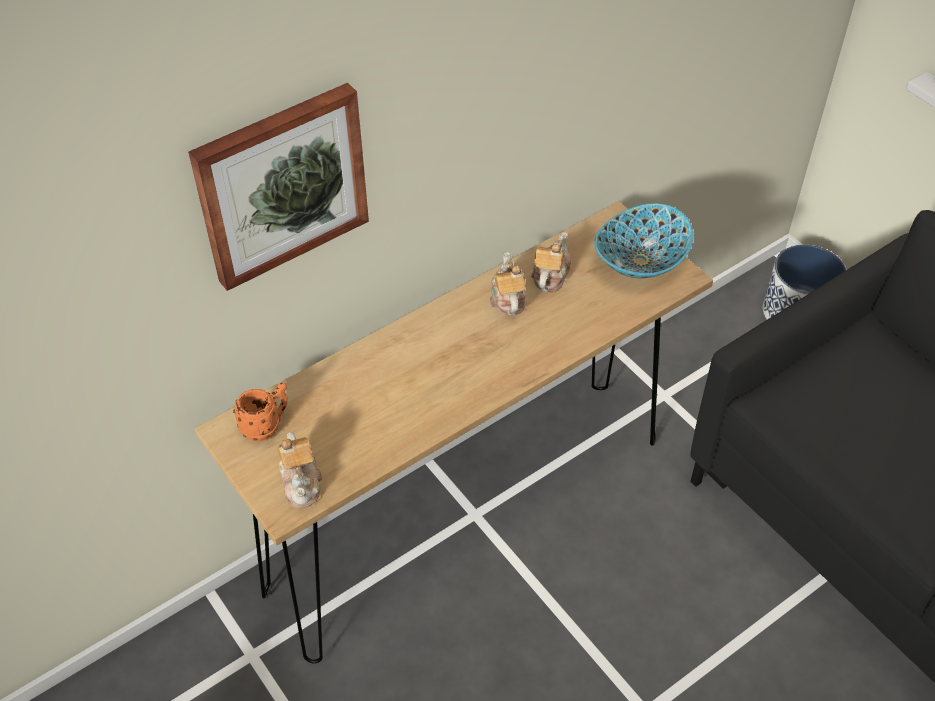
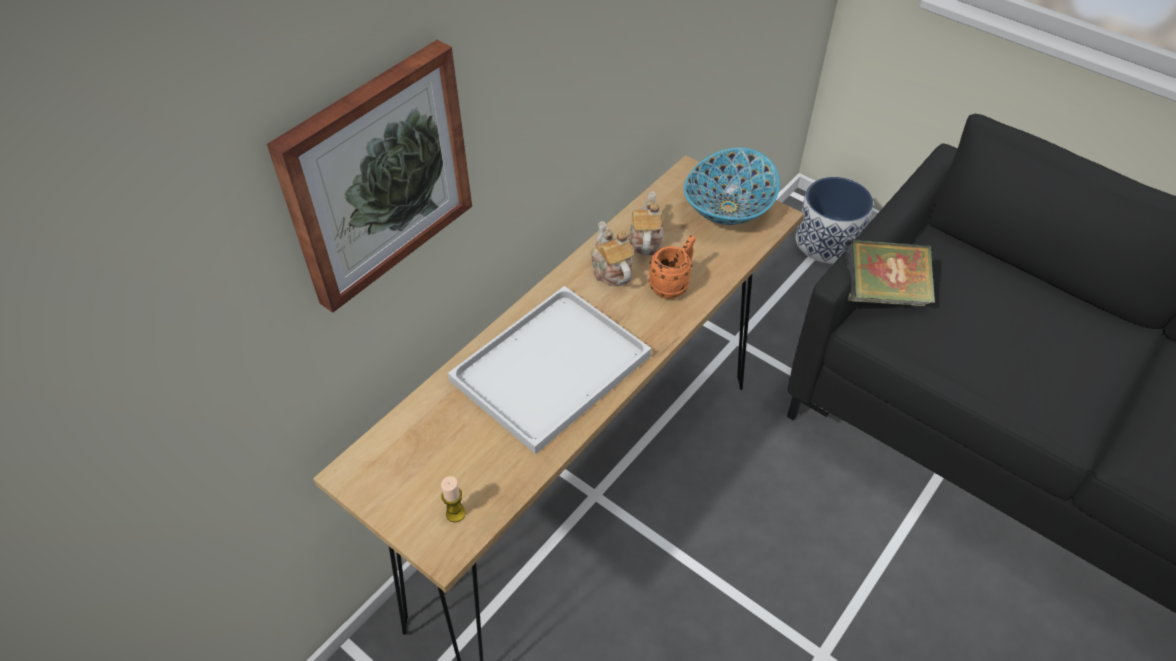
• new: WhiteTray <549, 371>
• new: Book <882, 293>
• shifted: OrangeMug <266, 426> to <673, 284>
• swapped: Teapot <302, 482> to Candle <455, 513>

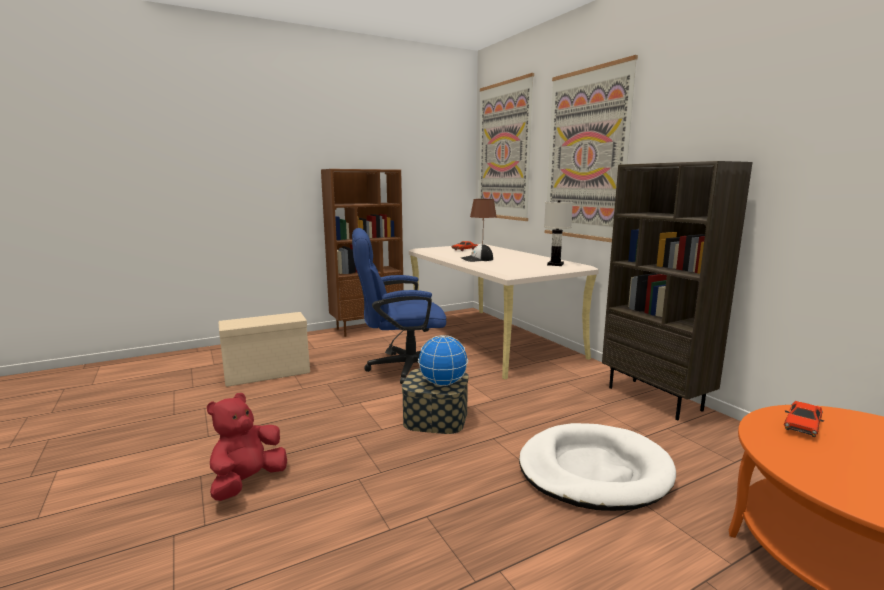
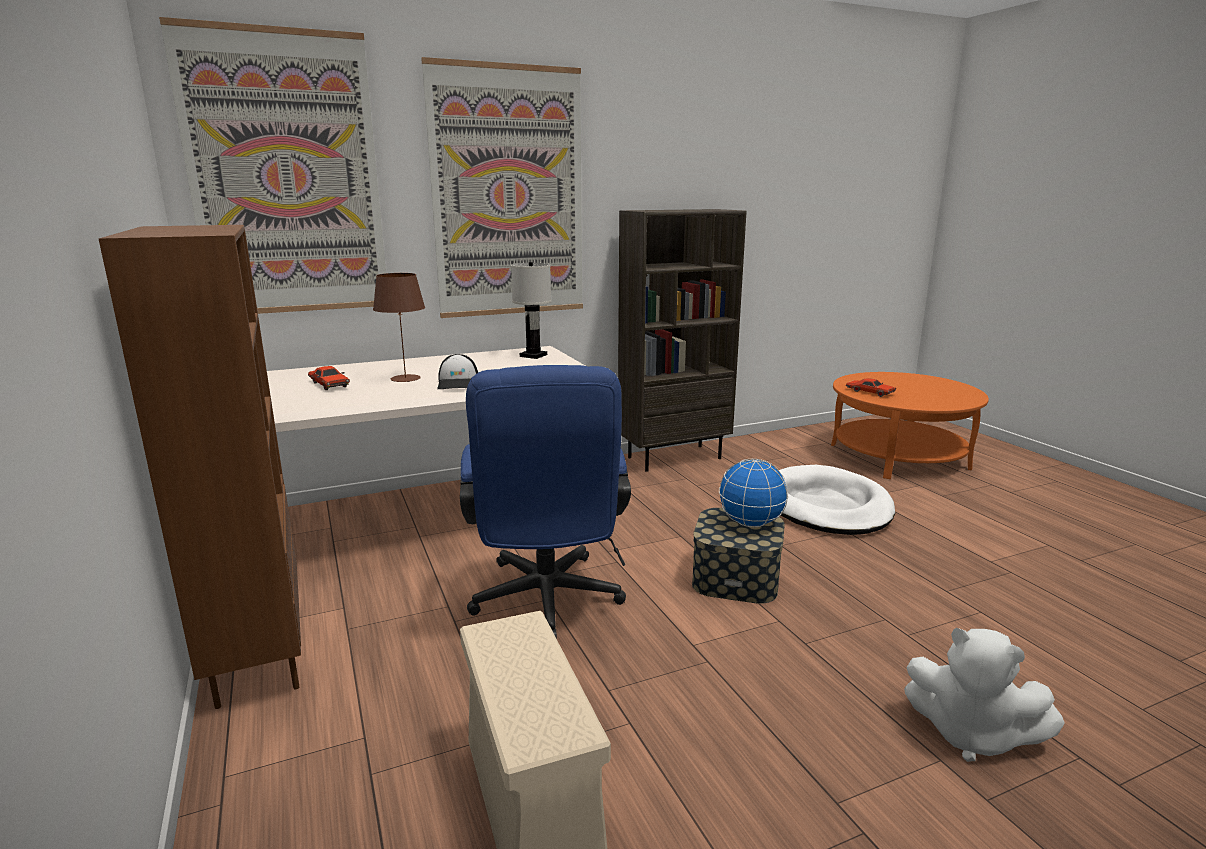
• repainted: RedPlushToy <248, 482> to WhitePlushToy <970, 735>

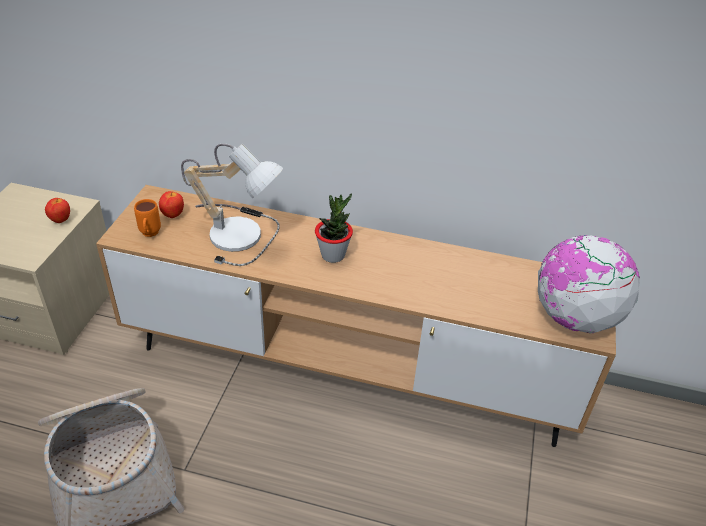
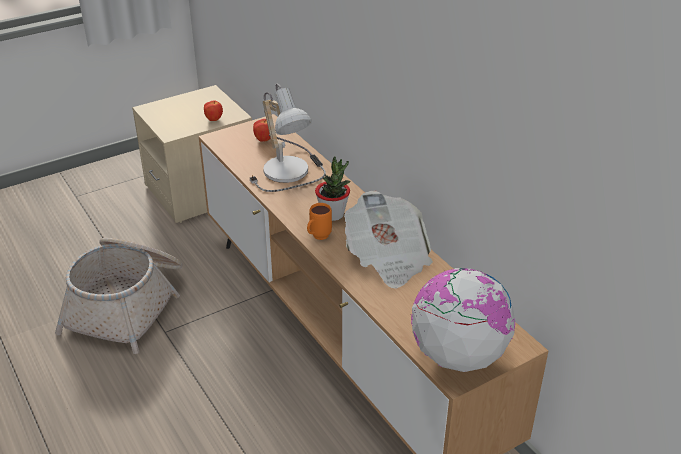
• new: Newspaper <387, 258>
• shifted: OrangeMug <149, 235> to <317, 237>

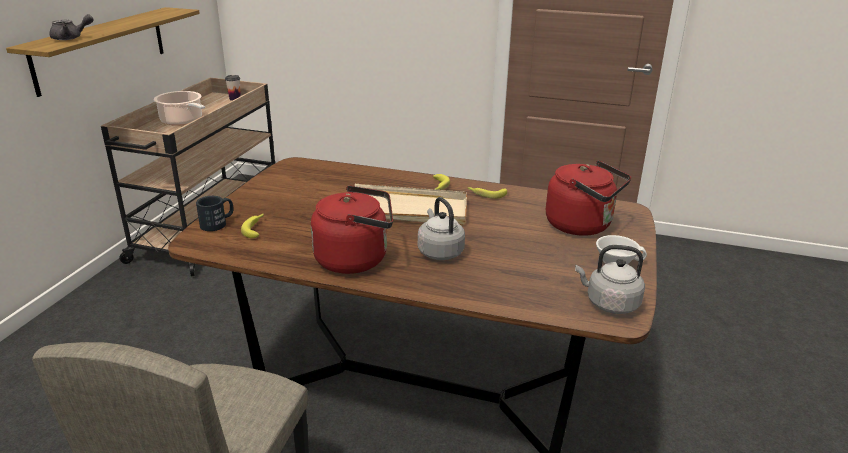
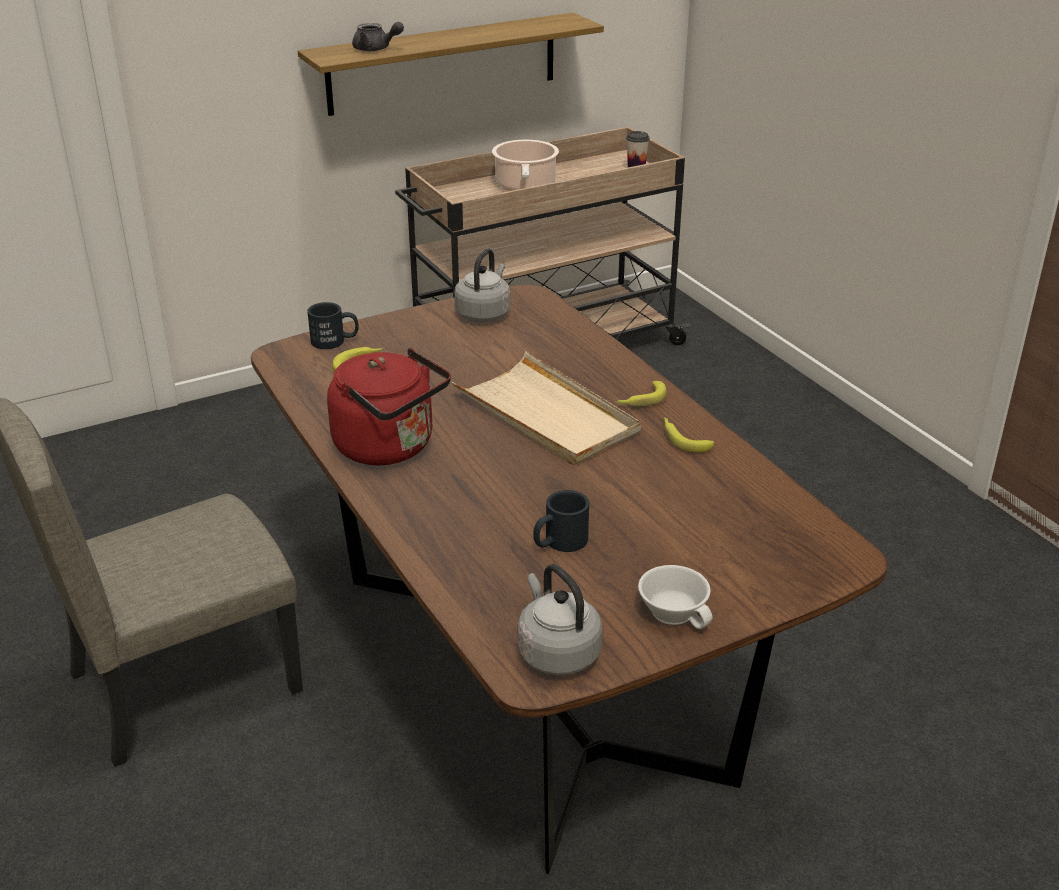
• gone: RedKettle <582, 226>
• new: BlackMug <559, 543>
• shifted: GreyKettle <439, 251> to <484, 313>

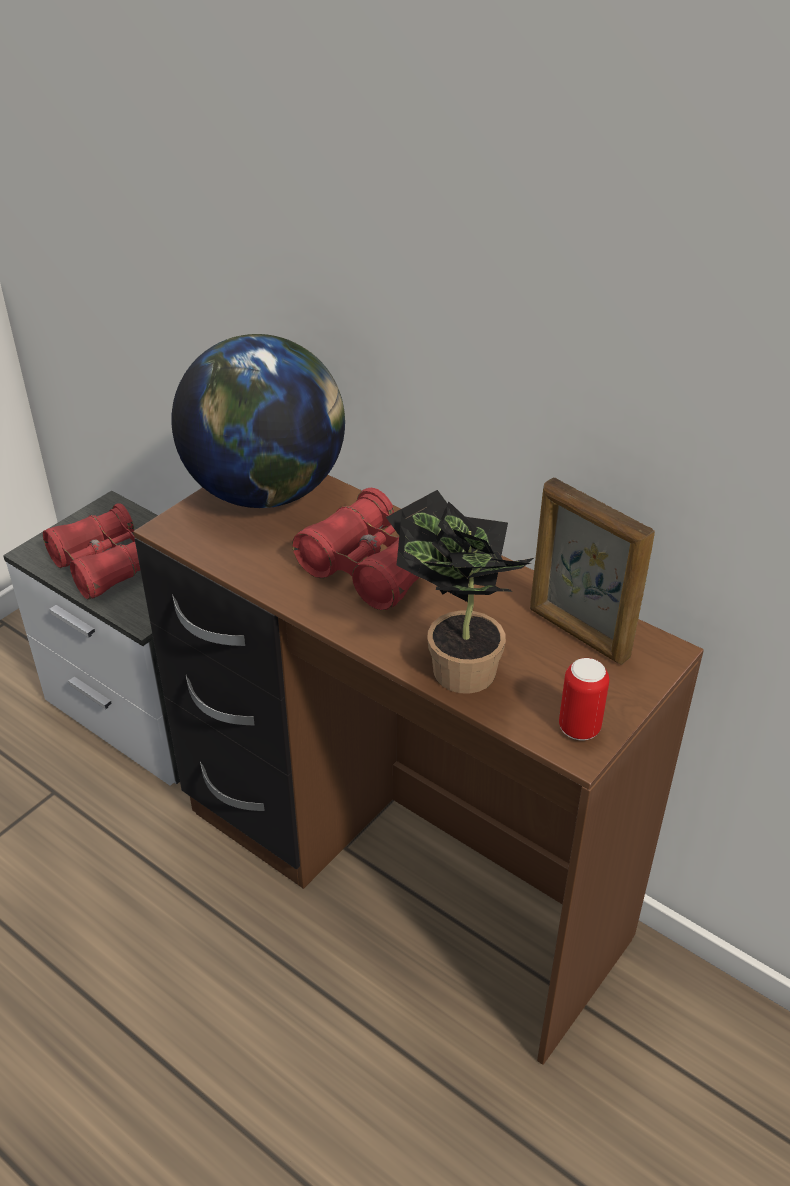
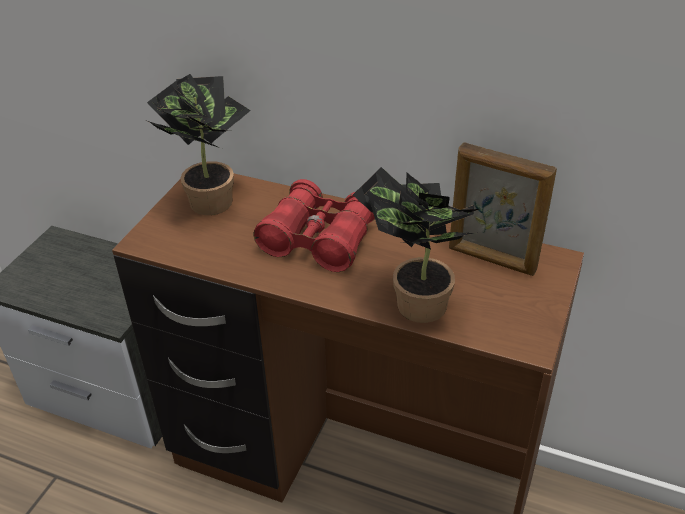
• gone: RedBinoculars <105, 565>
• gone: Can <579, 728>
• swapped: Globe <266, 491> to PottedPlant <209, 198>

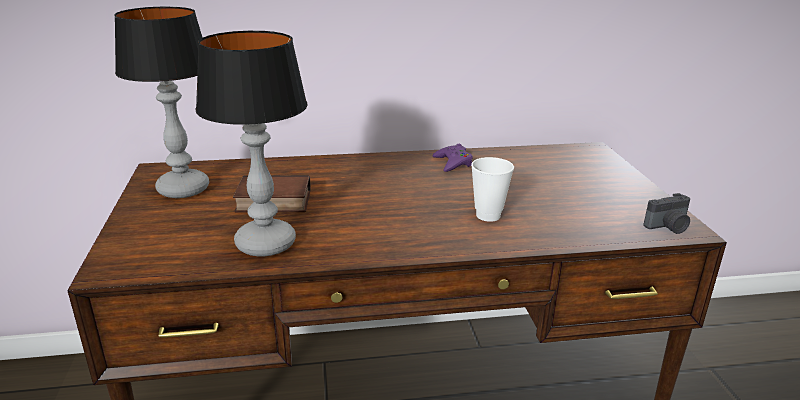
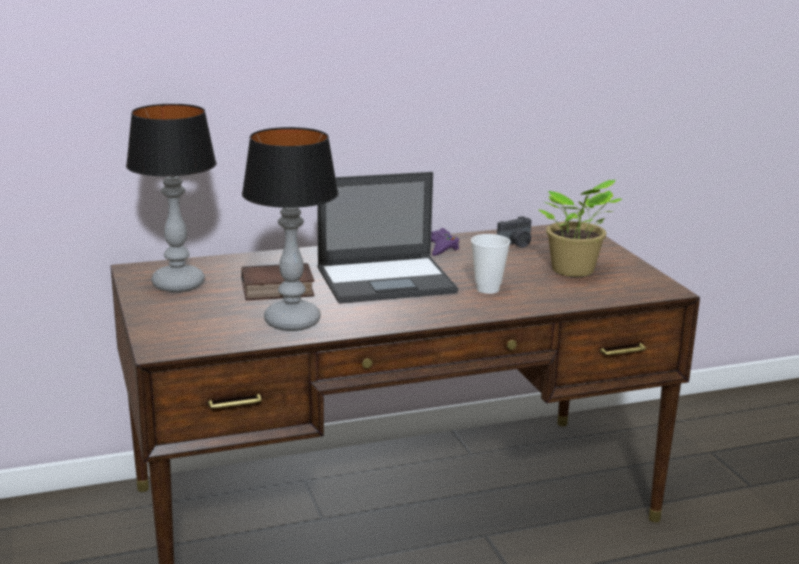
• new: Laptop <387, 280>
• new: PottedPlant <574, 271>
• shifted: PhotoCamera <668, 227> to <516, 244>

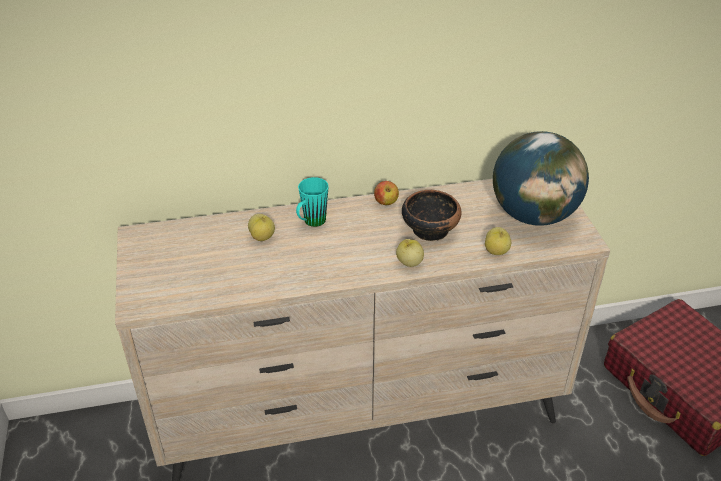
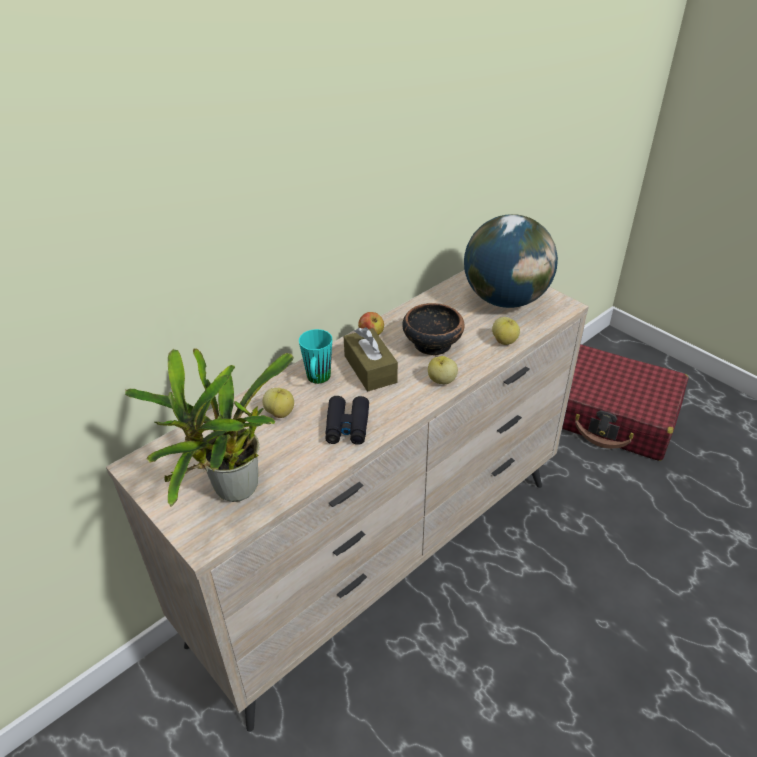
• new: PottedPlant <231, 493>
• new: BlackBinoculars <347, 426>
• new: BrownTissueBox <370, 369>

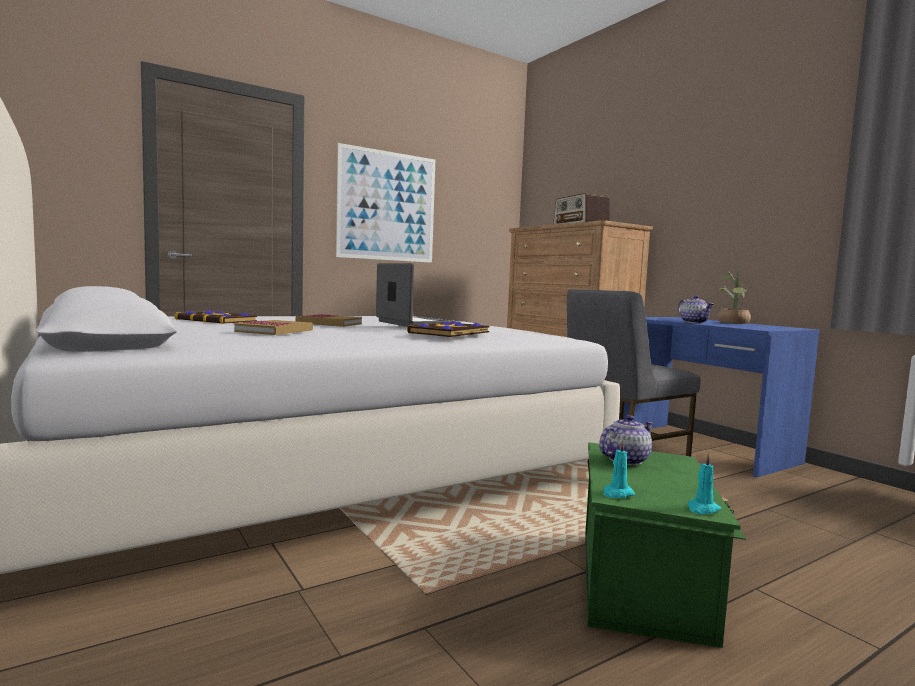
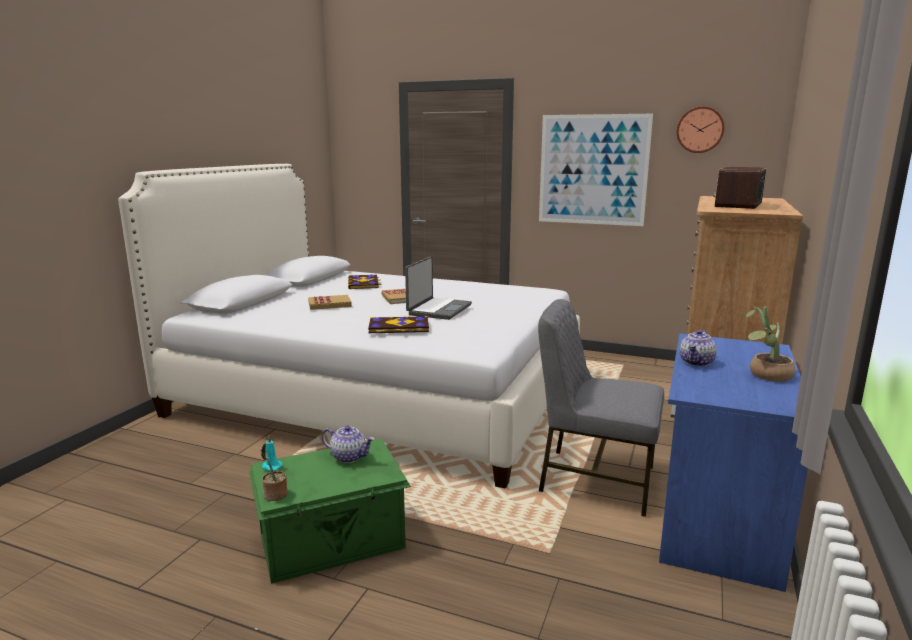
• new: WallClock <700, 130>
• swapped: TurquoiseCandle <702, 509> to PottedPlant <274, 495>

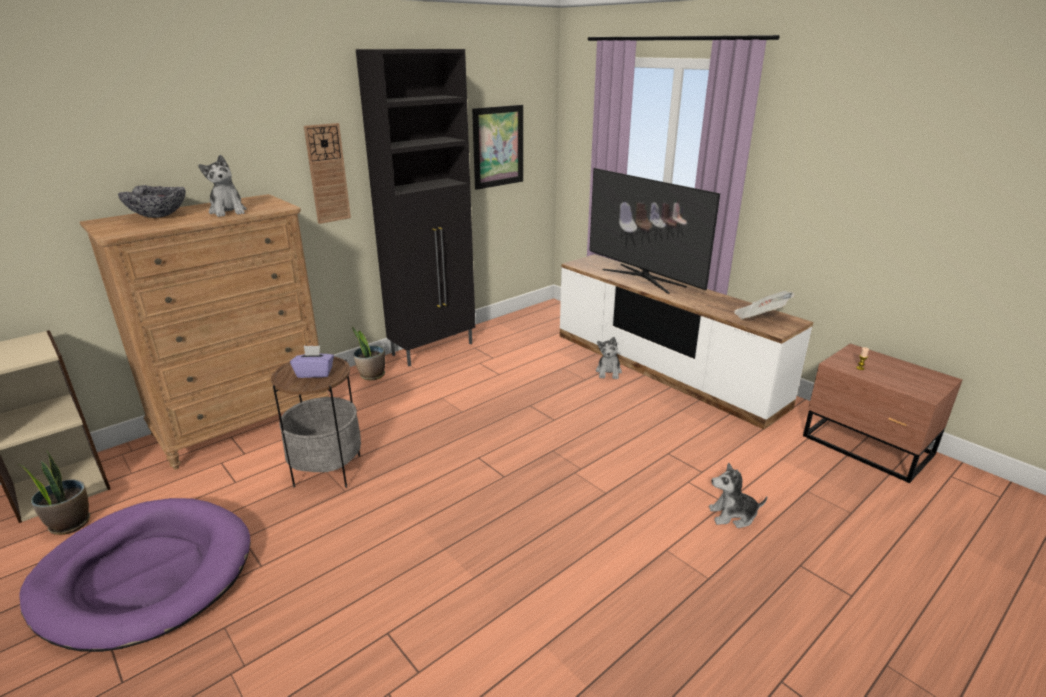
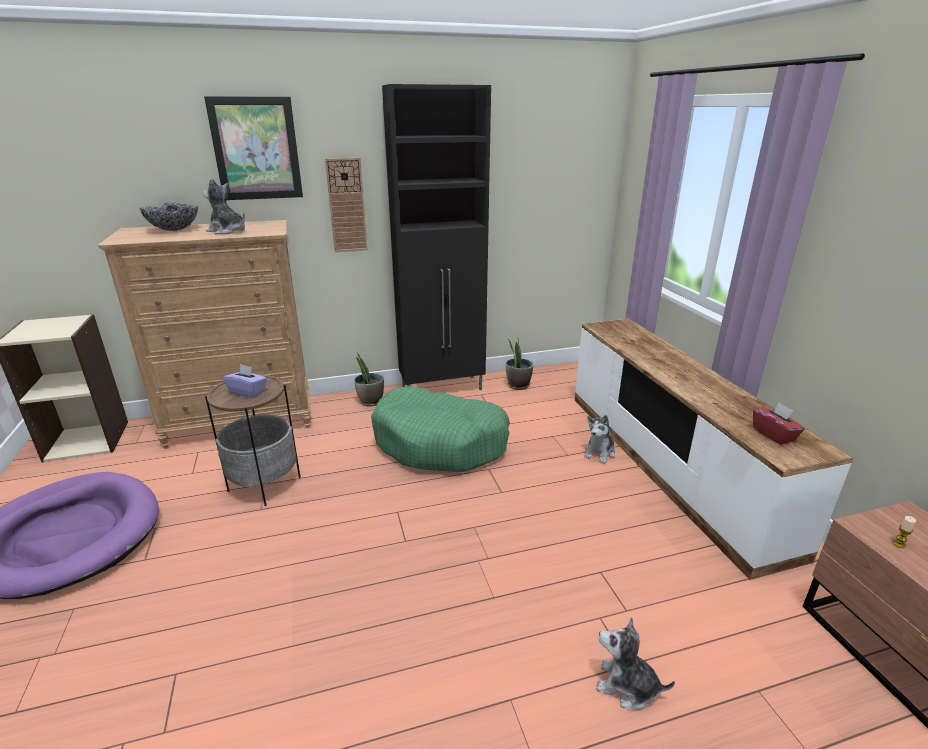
• gone: Television <643, 278>
• new: GreenDogBed <440, 443>
• shifted: PottedPlant <70, 523> to <518, 385>
• shifted: Picture <498, 146> to <256, 149>
• swapped: Newspaper <759, 318> to RedTissueBox <774, 434>
• rotated: PlushToy <228, 211> = <227, 231> 120 degrees clockwise

